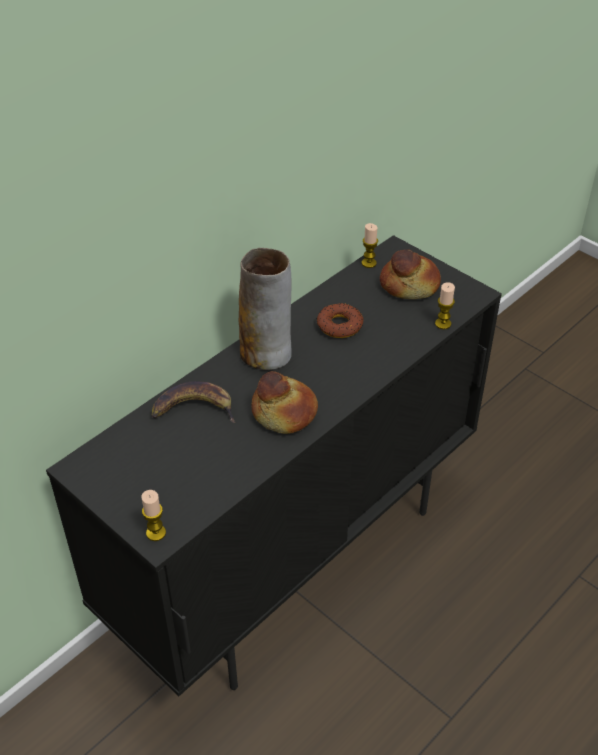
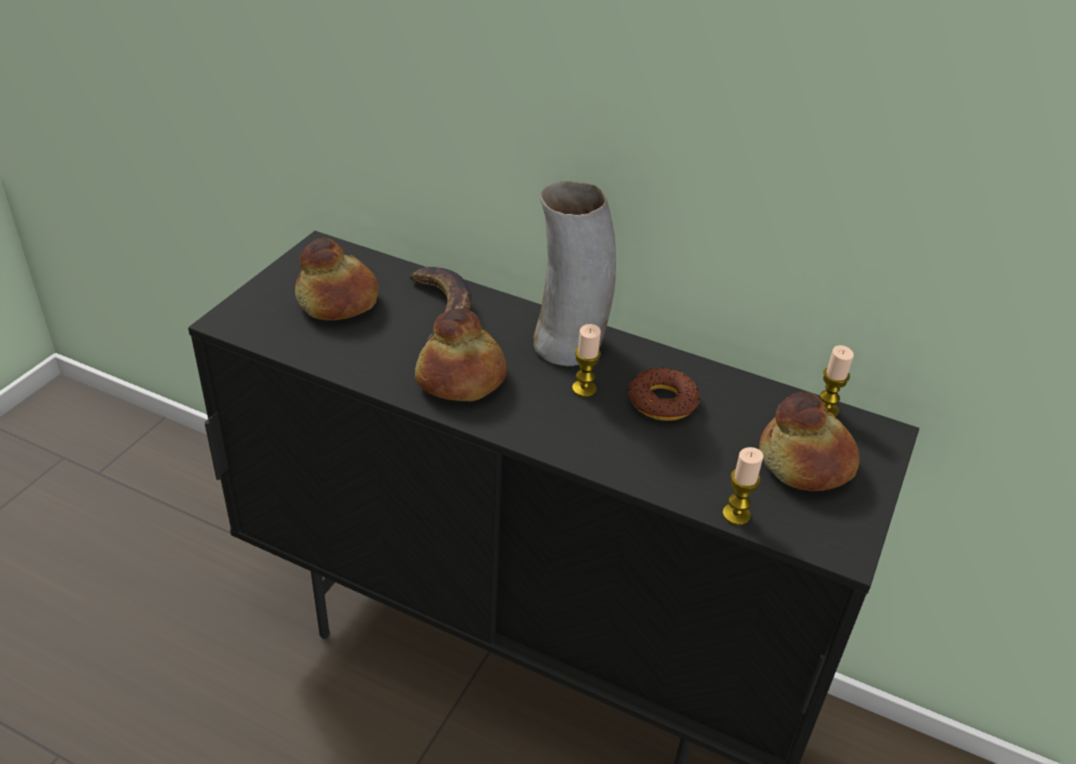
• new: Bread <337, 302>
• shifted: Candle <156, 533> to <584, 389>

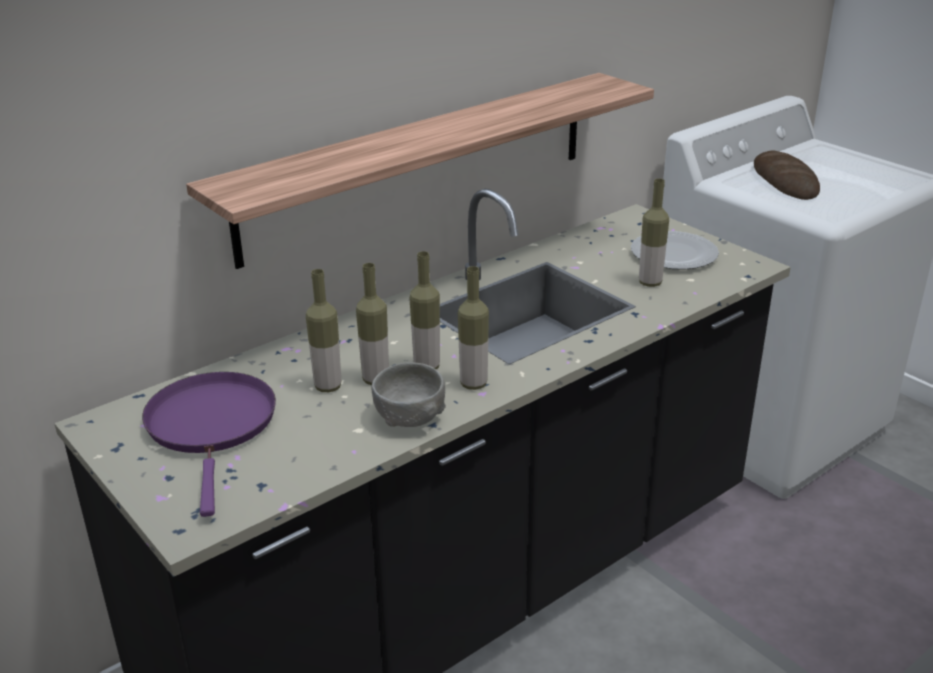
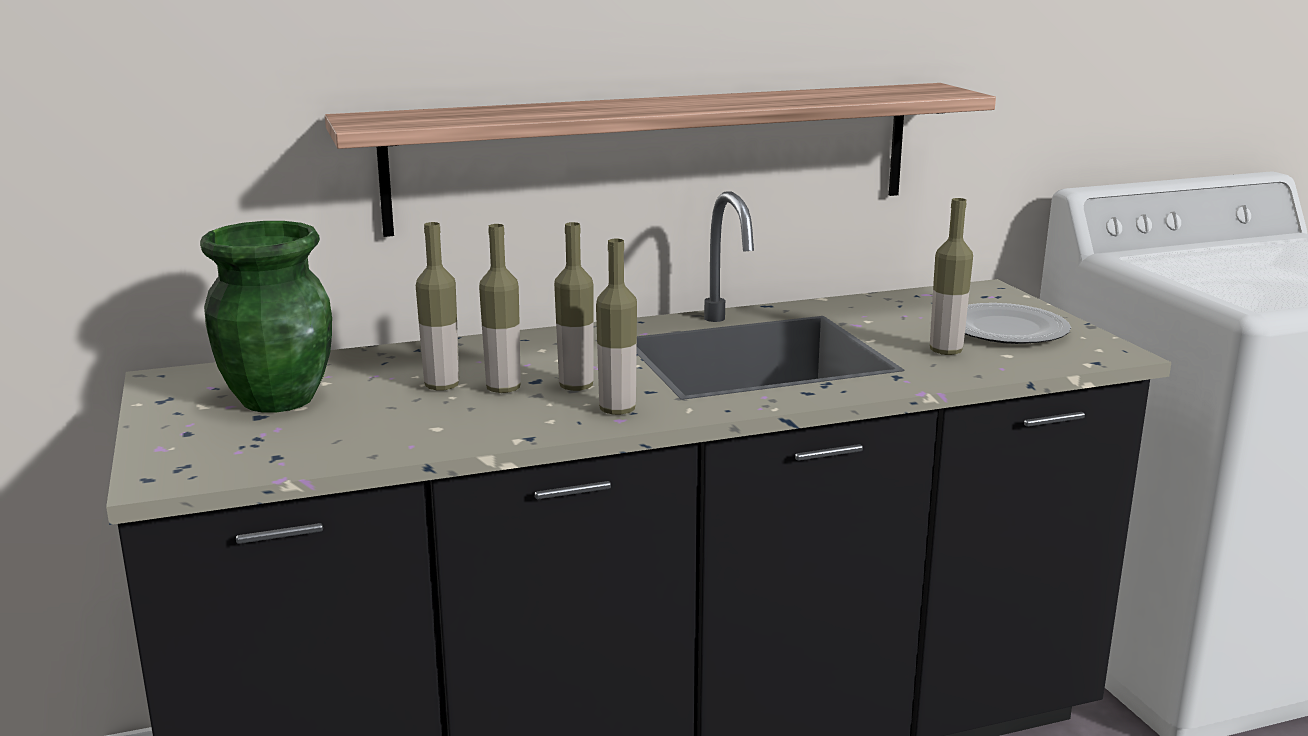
• gone: GreyBowl <410, 418>
• gone: Bread <784, 182>
• swapped: PurpleFryingPan <212, 426> to GreenVase <280, 399>

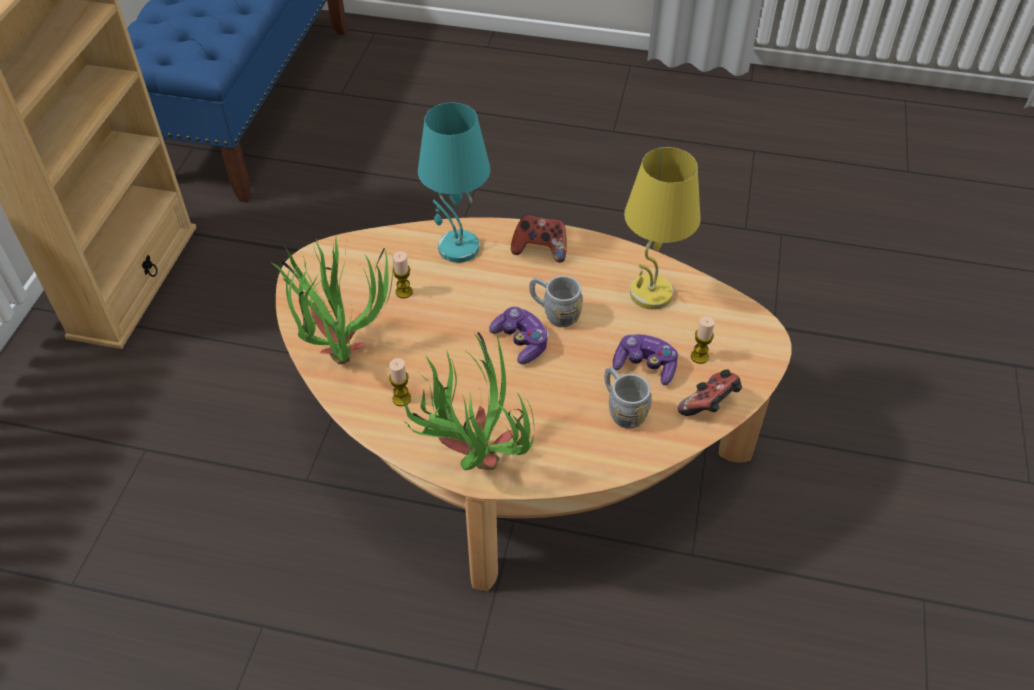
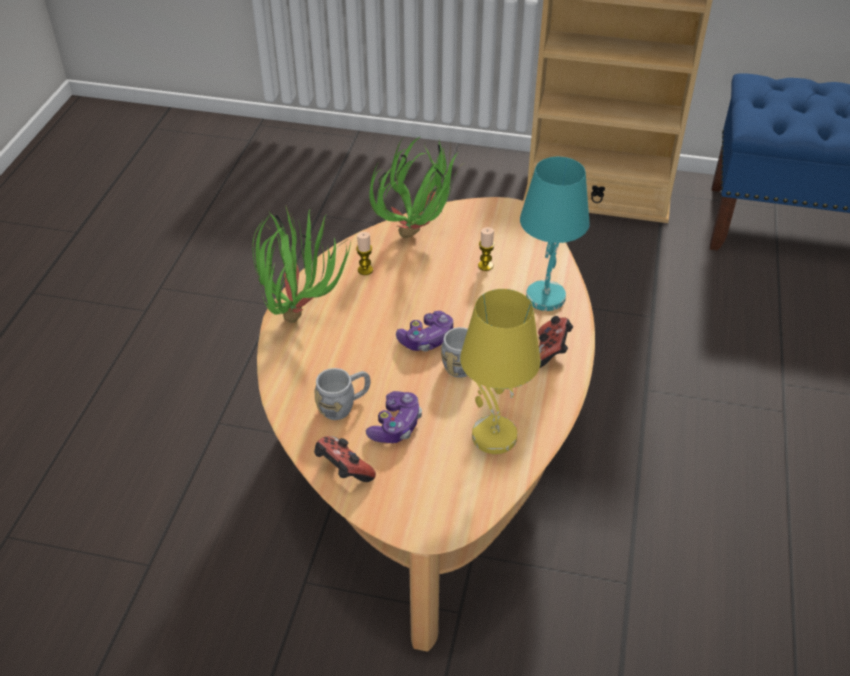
• gone: Candle <699, 356>

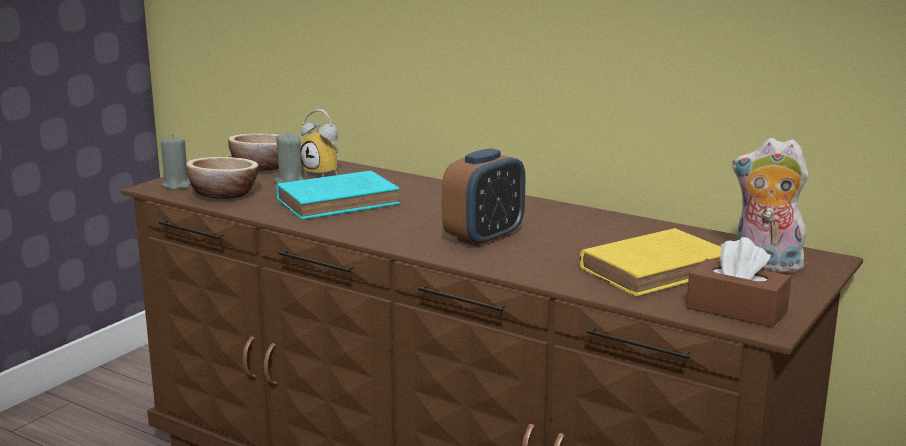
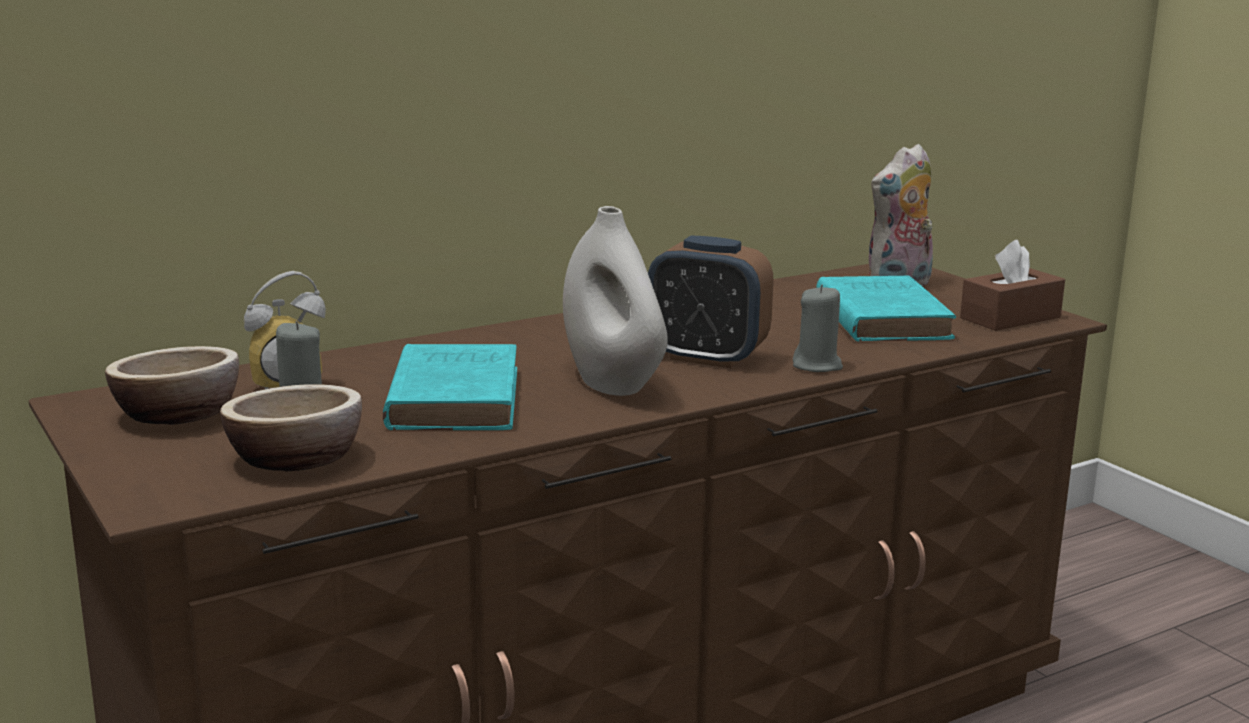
• new: WhiteVase <613, 383>
• shifted: GreyCandle <177, 185> to <817, 365>
• repainted: YellowBook <658, 269> to TurquoiseBook <880, 317>
• rotated: AlarmClock <484, 238> = <707, 357> 135 degrees clockwise

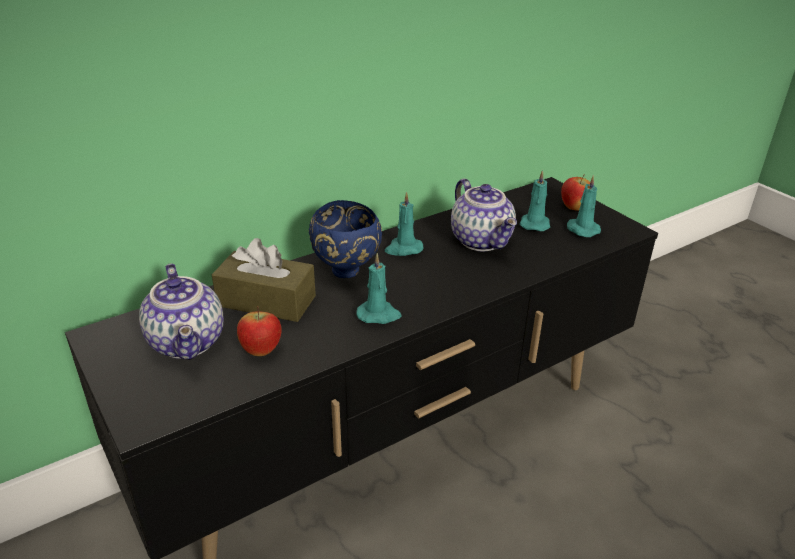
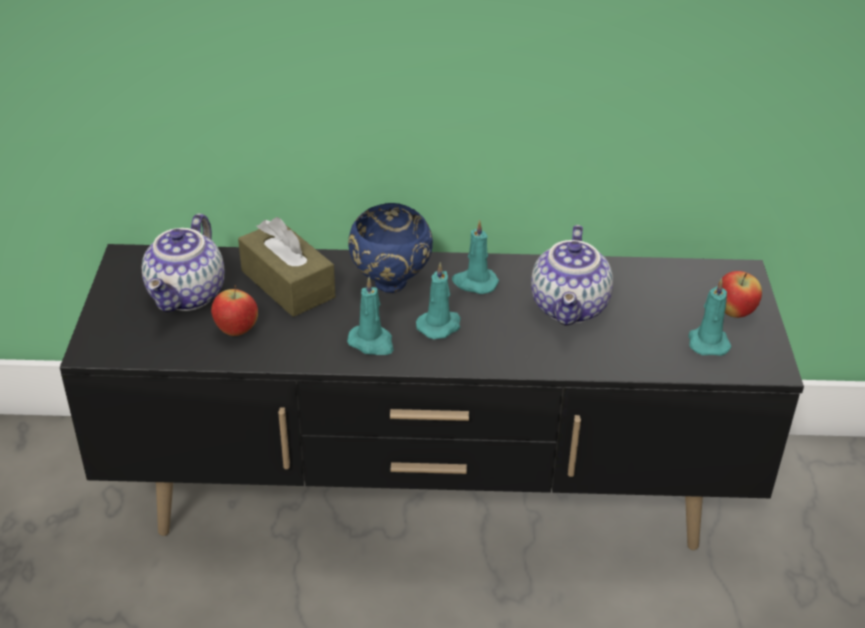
• shifted: TurquoiseCandle <534, 223> to <440, 325>

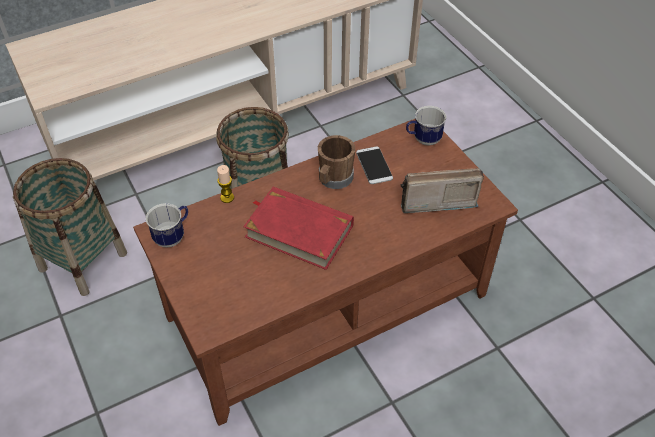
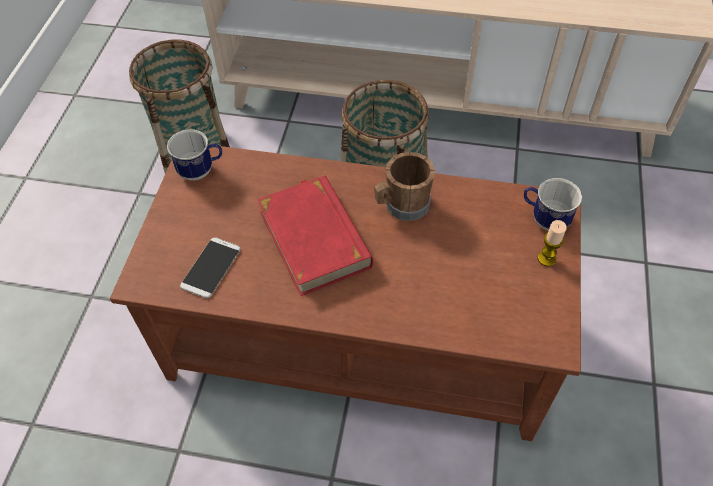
• gone: Radio <433, 199>
• shifted: Candle <227, 197> to <546, 258>
• shifted: Phone <374, 165> to <211, 268>

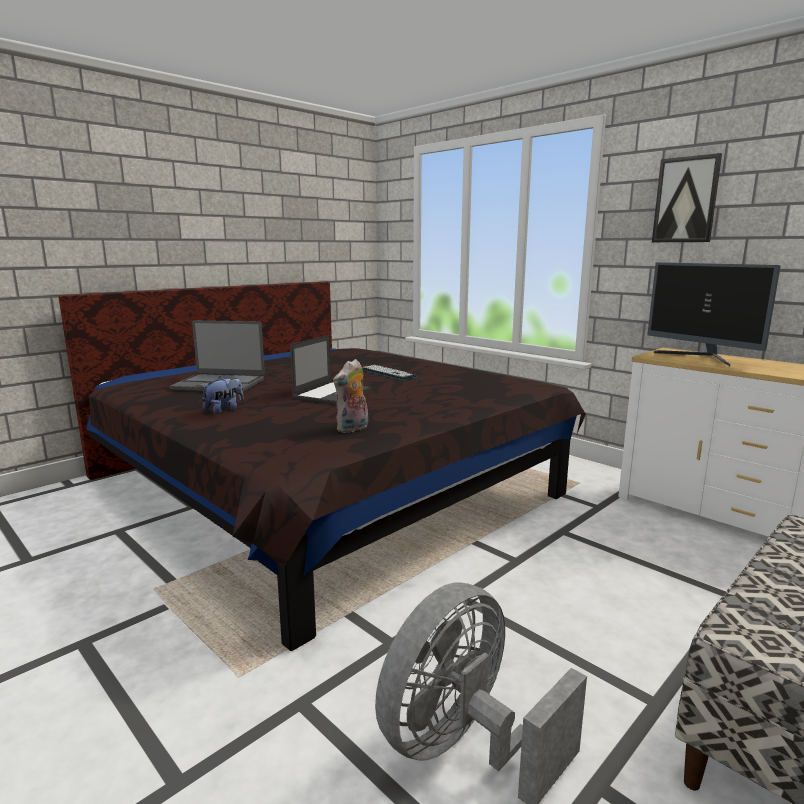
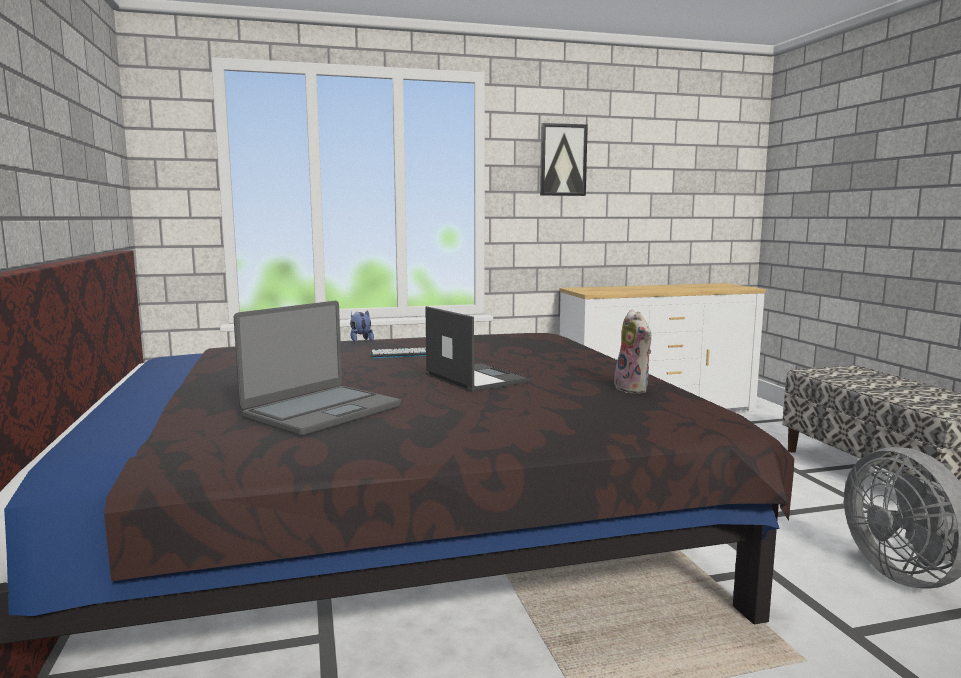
• gone: Monitor <701, 358>
• shifted: PlushToy <224, 410> to <360, 340>

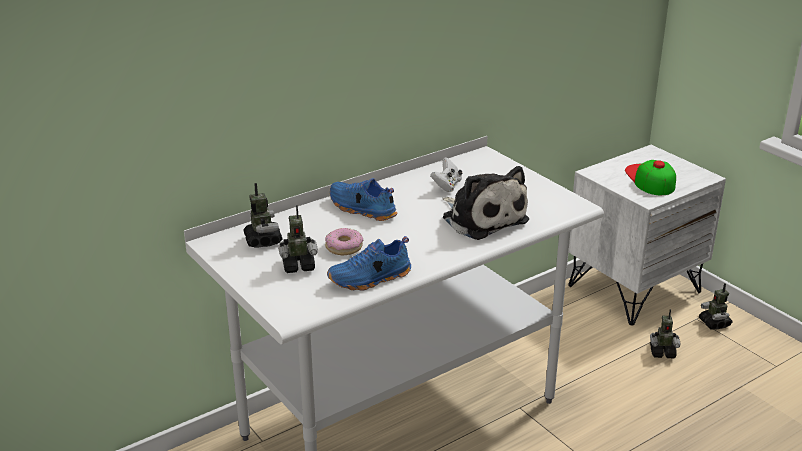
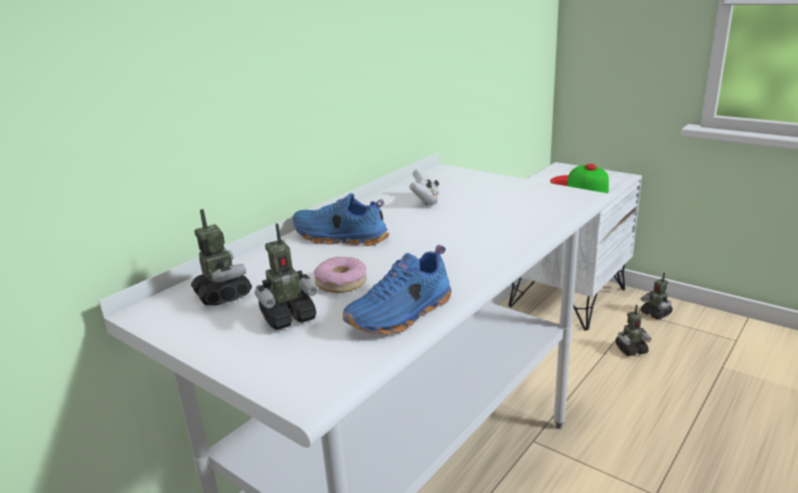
• gone: PlushToy <482, 218>

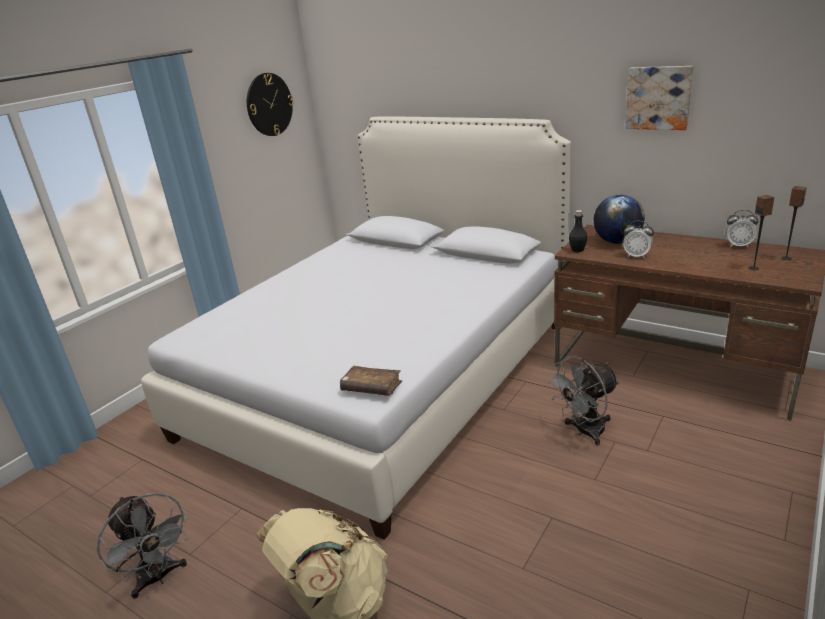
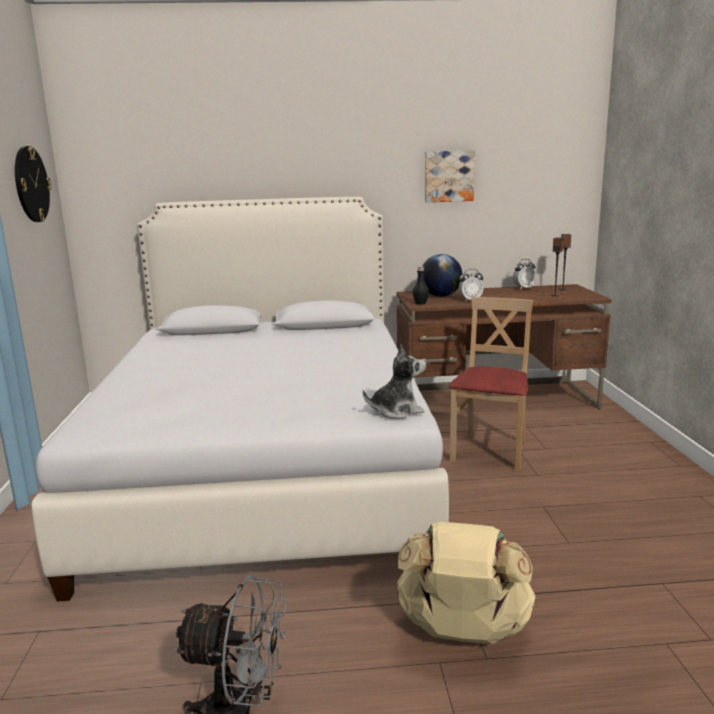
• swapped: BrownBook <371, 388> to PlushToy <396, 411>
• swapped: GreyFan <584, 432> to BeigeChair <490, 451>

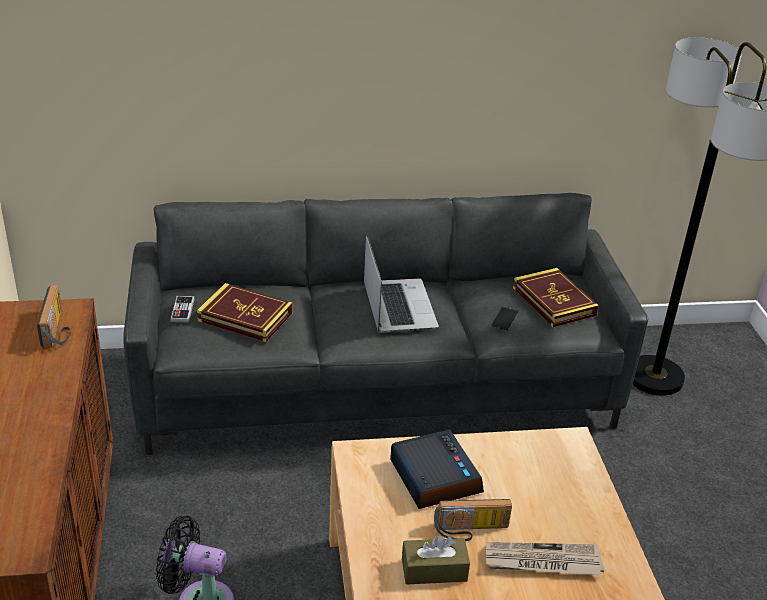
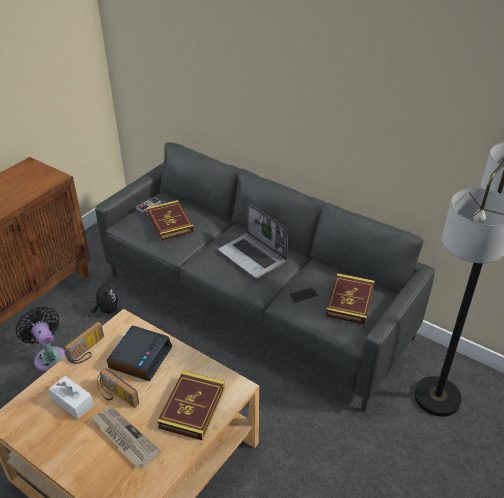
• new: PlushToy <107, 310>
• new: Book <192, 407>
• shifted: Radio <58, 329> to <88, 351>
• repainted: BrownTissueBox <434, 570> to WhiteTissueBox <72, 402>
• rotated: Laptop <397, 307> = <253, 256> 105 degrees clockwise

